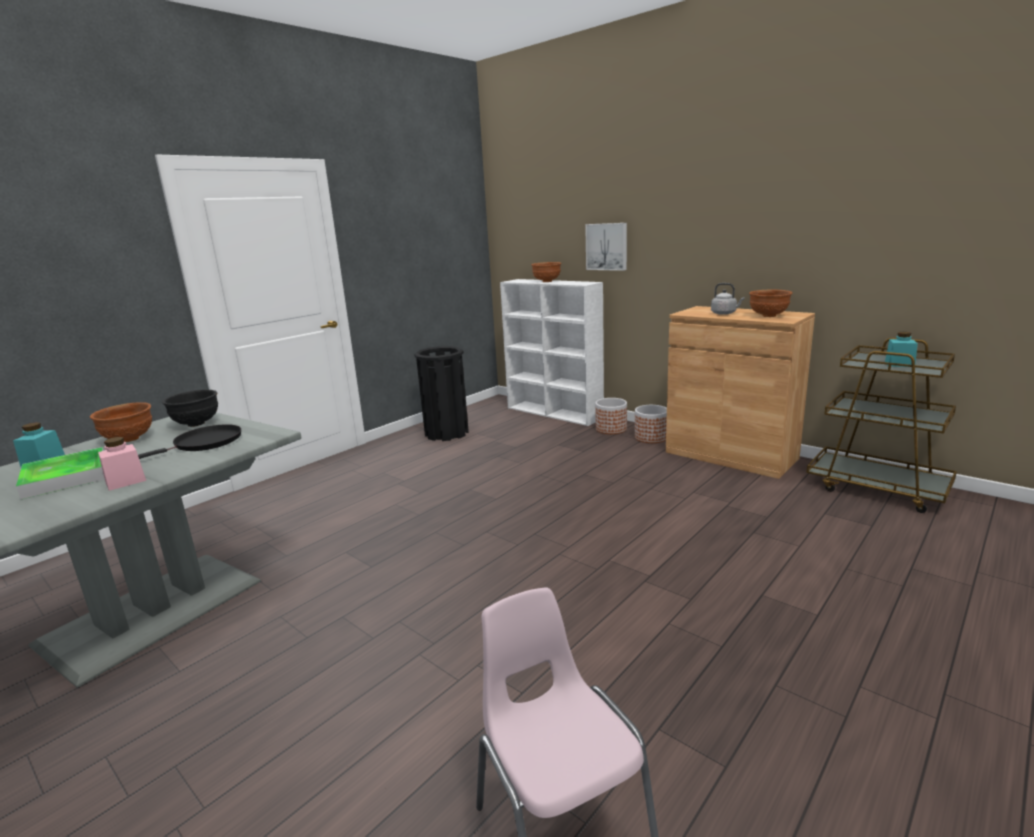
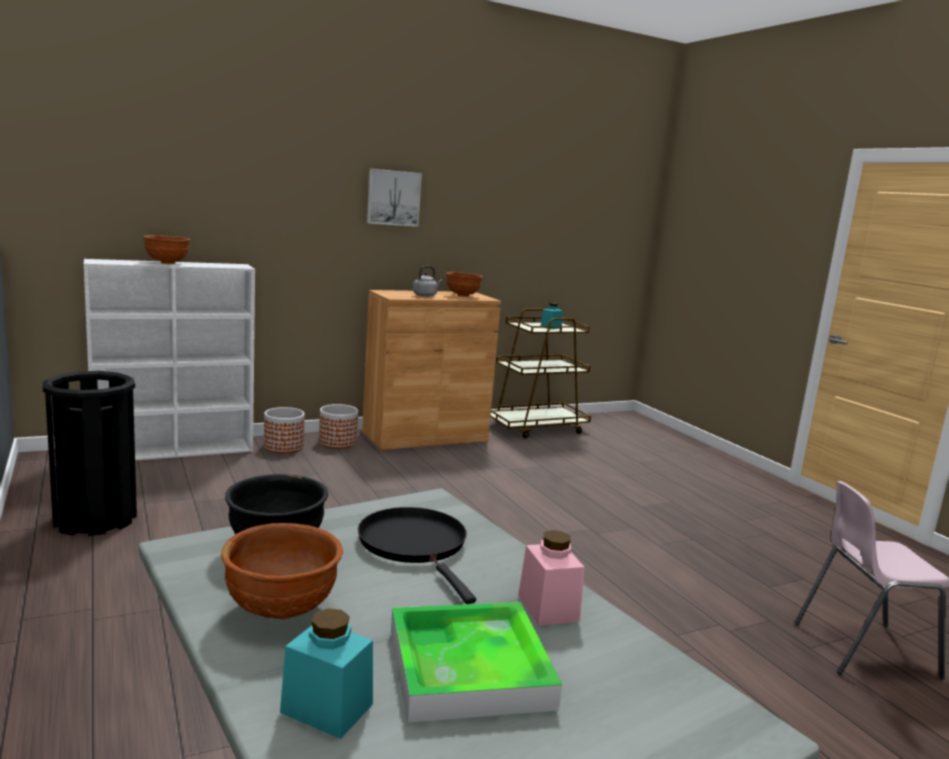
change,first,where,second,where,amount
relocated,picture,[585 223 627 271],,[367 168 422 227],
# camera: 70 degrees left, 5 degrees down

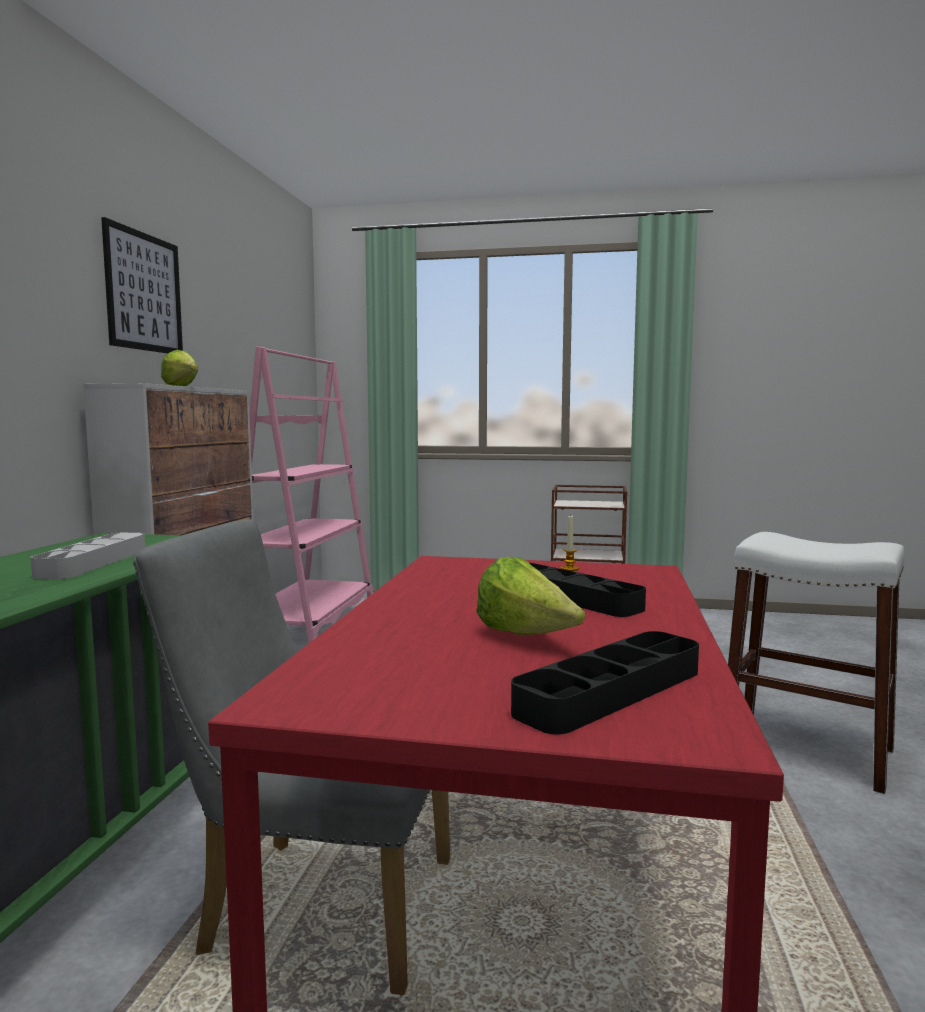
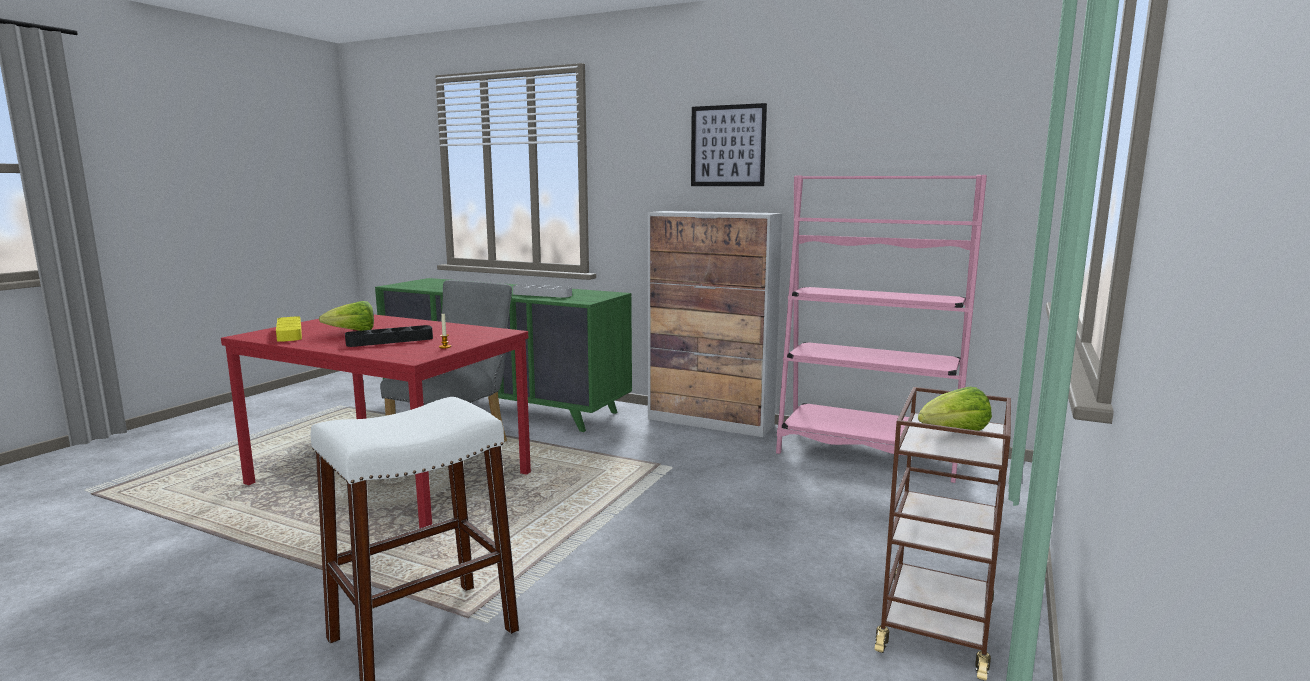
change,first,where,second,where,amount
colour,black tray,[511 631 699 734],yellow tray,[276 316 302 342],
relocated,lettuce,[161 350 198 386],,[918 387 992 431],
# camera: 105 degrees right, 5 degrees up

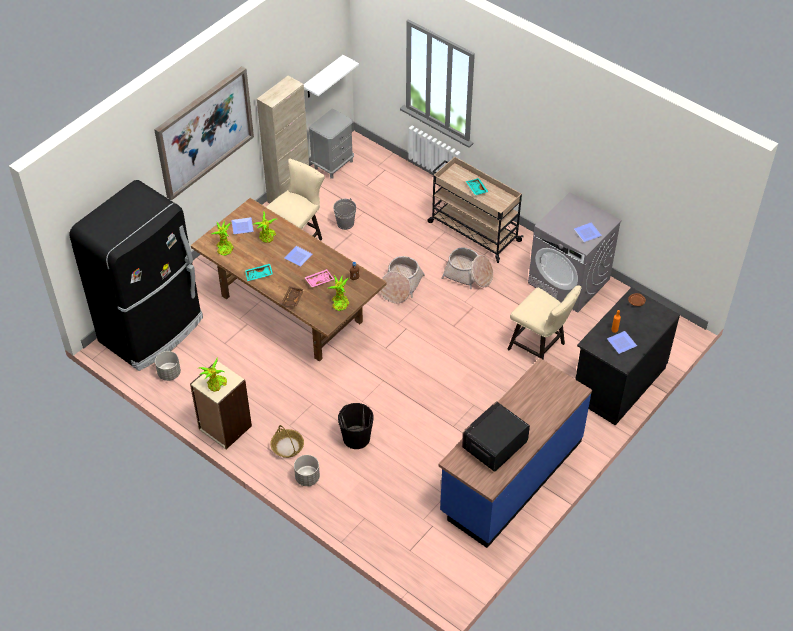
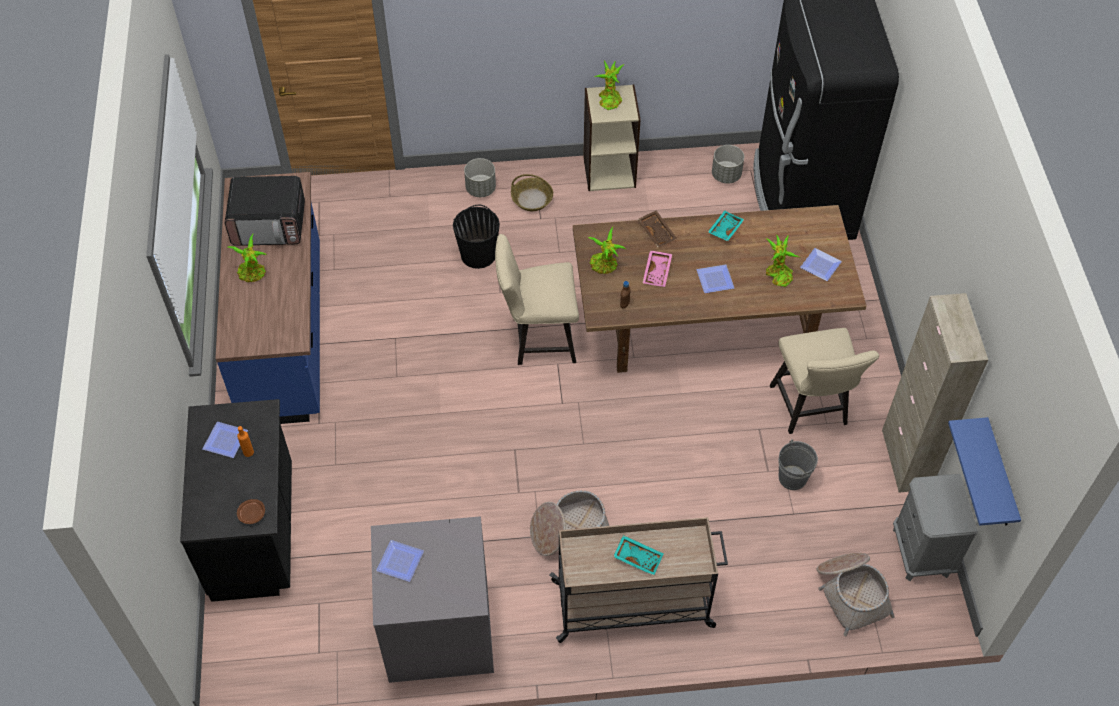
change,first,where,second,where,amount
spun,microwave,[462 401 530 472],,[225 176 305 246],90 degrees clockwise
relocated,potted plant,[211 221 234 256],,[228 233 267 282],
relocated,beige chair,[507 285 582 360],,[495 234 579 365],
relocated,basket,[380 256 425 303],,[817 553 895 637],
colour,white shelf,[304 55 359 98],blue shelf,[948 417 1021 526],
missing,picture,[154 66 254 201],,,
# camera: 135 degrees right, 5 degrees up

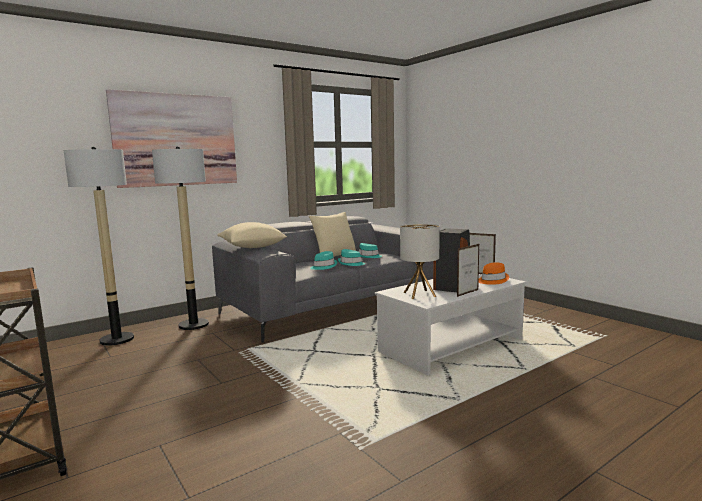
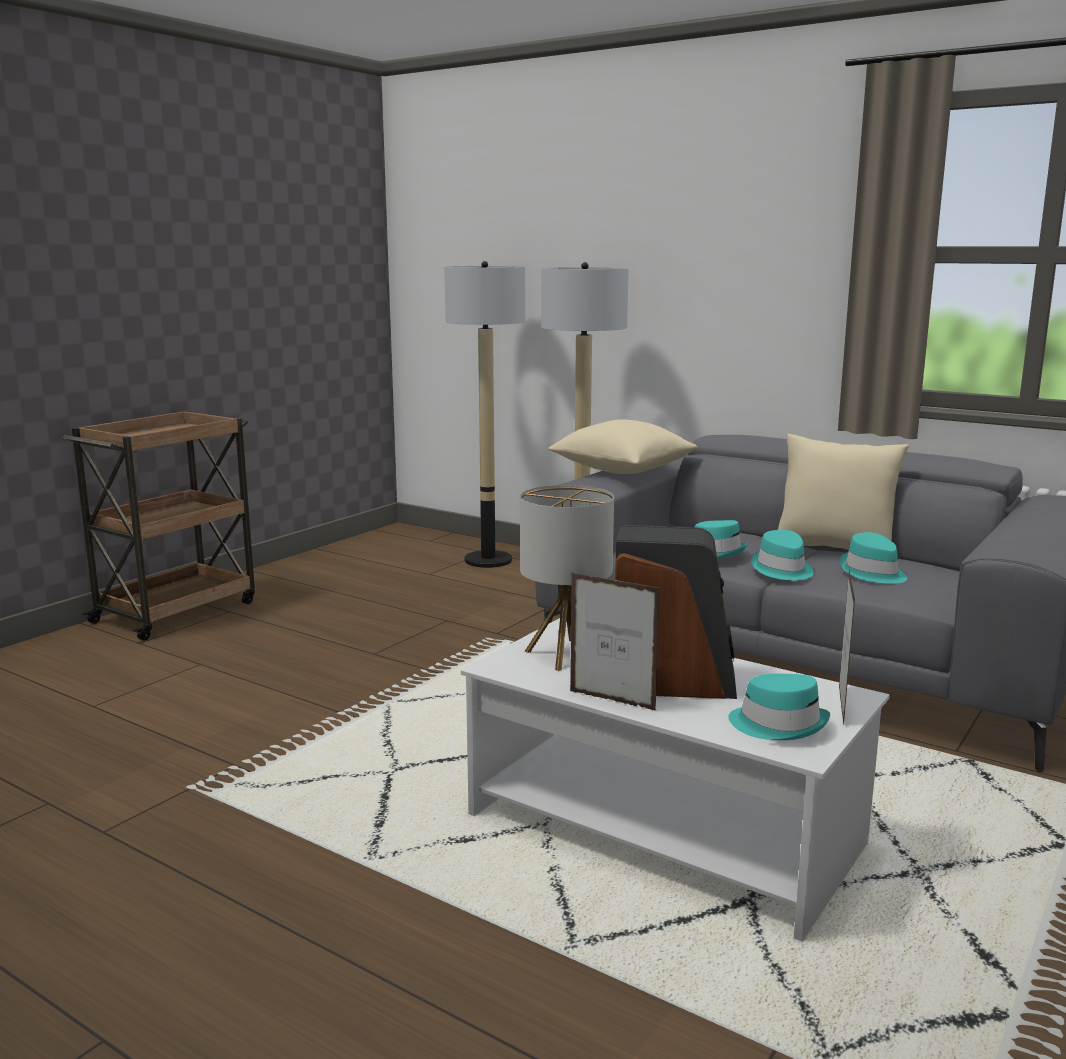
change,first,where,second,where,amount
colour,orange hat,[478 262 509 285],turquoise hat,[728 673 830 740],
missing,picture,[106 89 237 188],,,
# camera: 70 degrees right, 5 degrees up

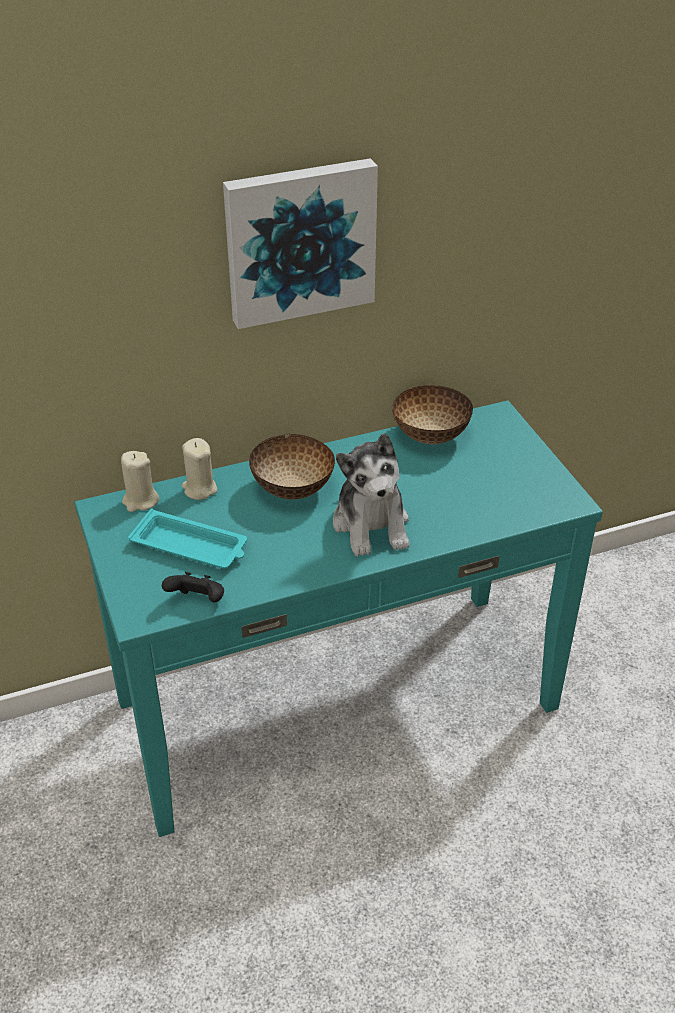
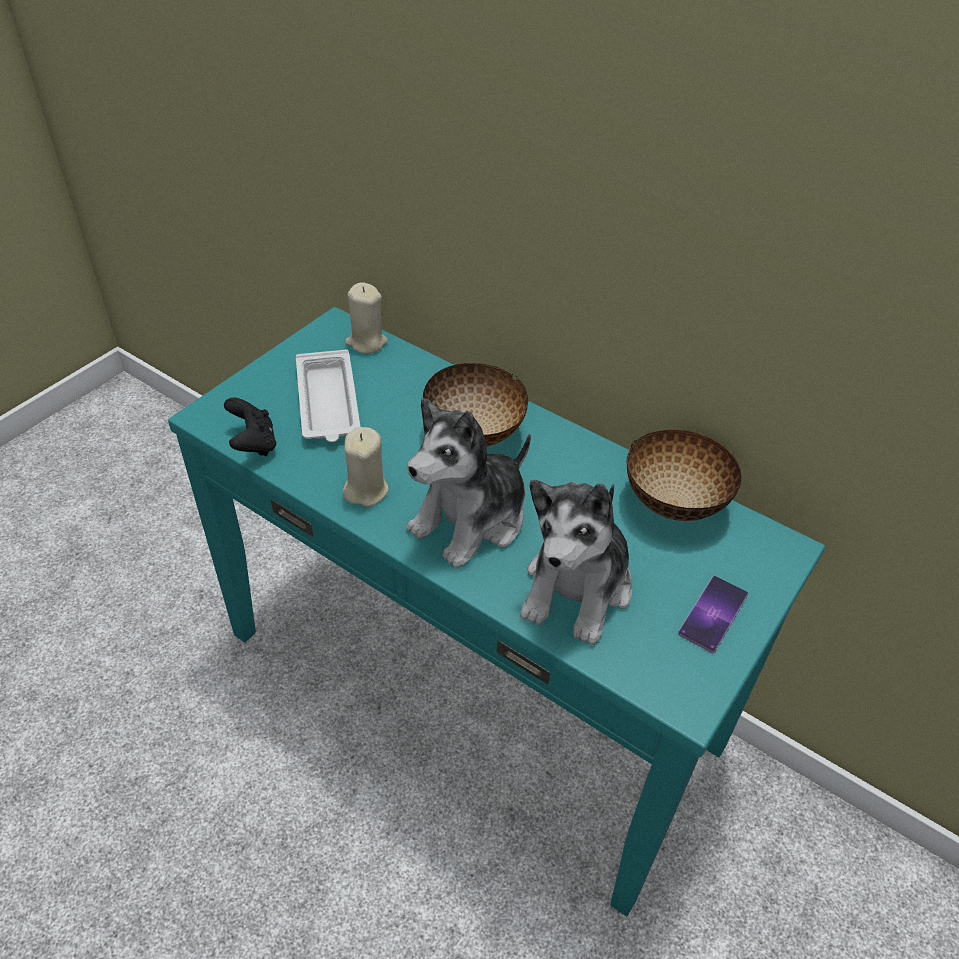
change,first,where,second,where,amount
colour,turquoise tray,[128 509 247 569],white tray,[296 350 360 442],
relocated,beige candle,[181 438 217 500],,[343 427 389 507],
appeared,,,plush toy,[520 480 632 645],
appeared,,,phone,[678 576 748 653],
missing,picture,[223 158 378 329],,,
# camera: 55 degrees right, 5 degrees up

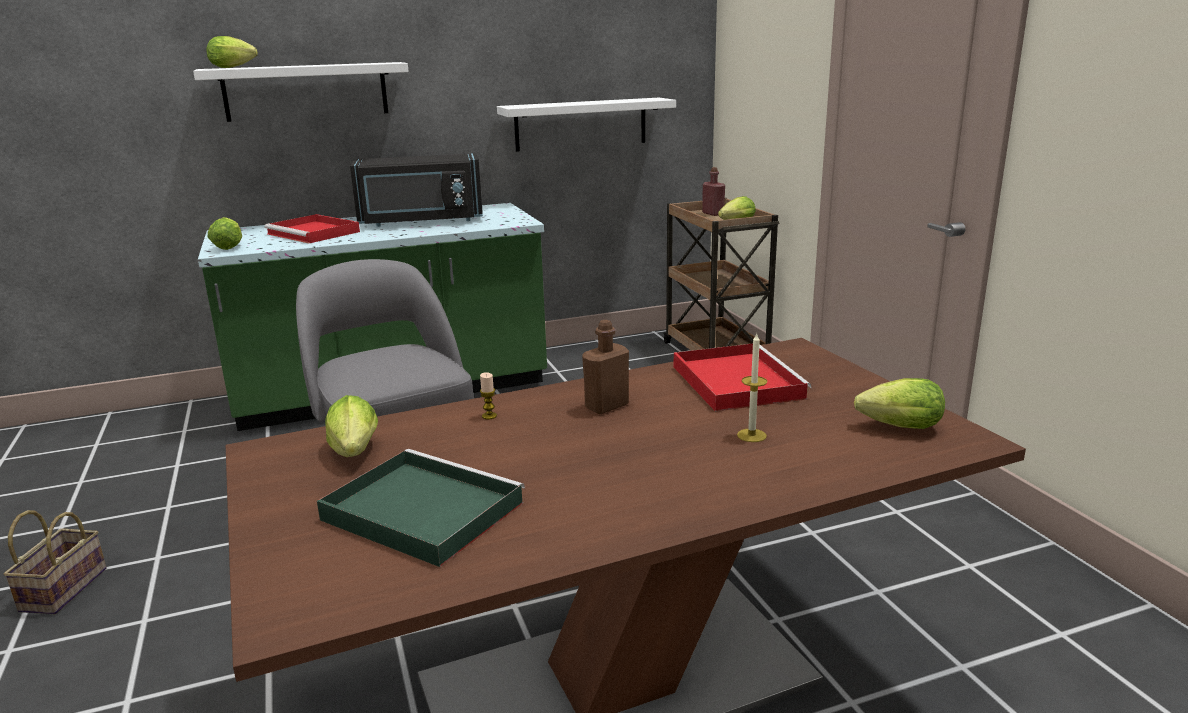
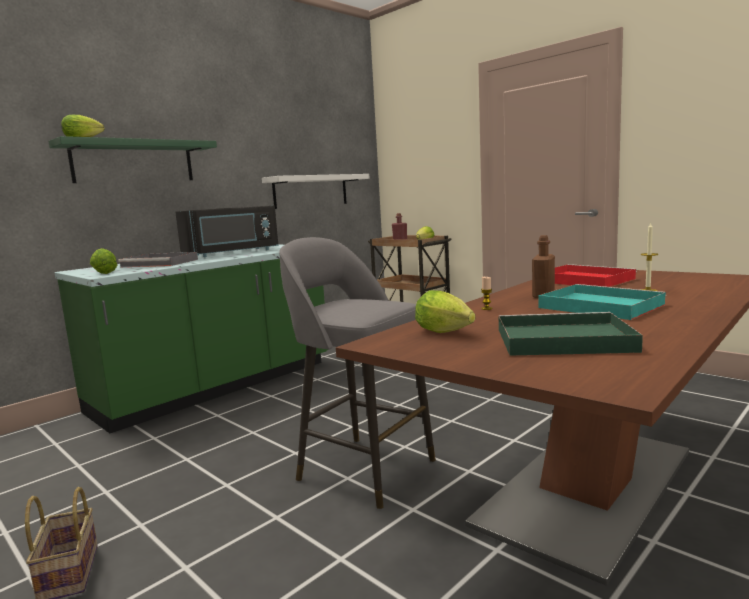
change,first,where,second,where,amount
colour,white shelf,[193 62 409 122],green shelf,[49 136 217 183],
colour,red tray,[264 214 360 243],grey tray,[118 252 198 267],
appeared,,,turquoise tray,[538 284 666 320],
missing,lettuce,[854 378 945 429],,,
# camera: 25 degrees left, 10 degrees down

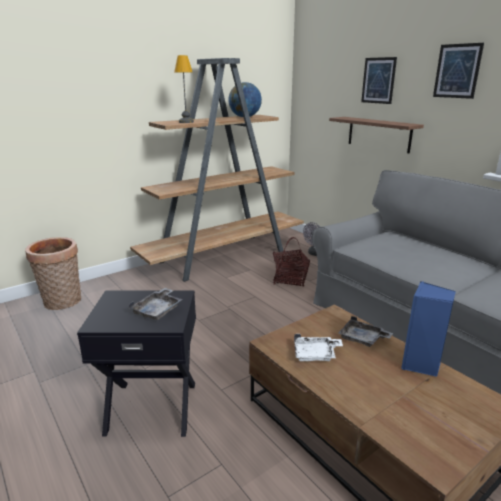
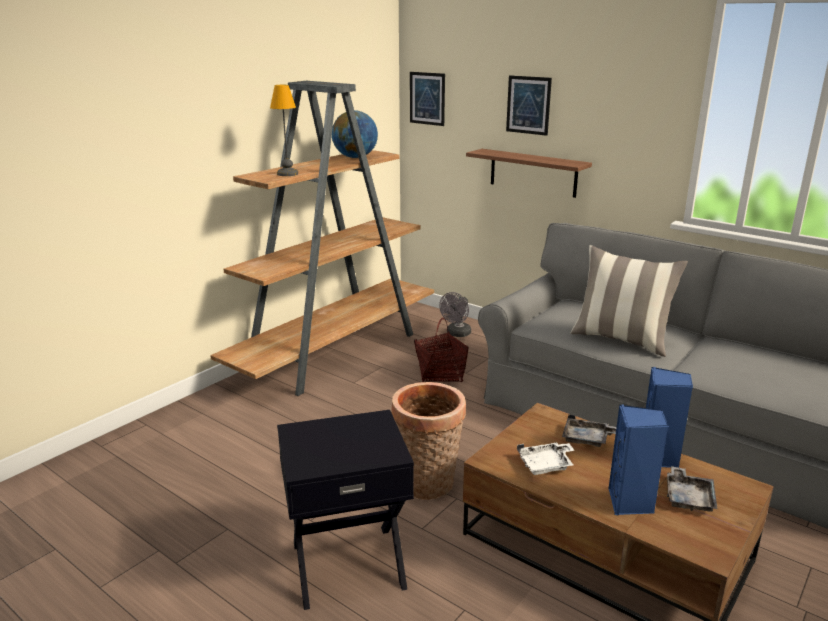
change,first,where,second,where,amount
relocated,basket,[25 237 81 310],,[391 382 466 500],
relocated,picture,[433 43 484 99],,[410 72 445 126],
appeared,,,pillow,[570 245 688 357],
appeared,,,blue speaker,[609 404 669 516],
relocated,grey tray,[128 288 183 320],,[667 466 717 511],
# camera: 15 degrees left, 0 degrees up

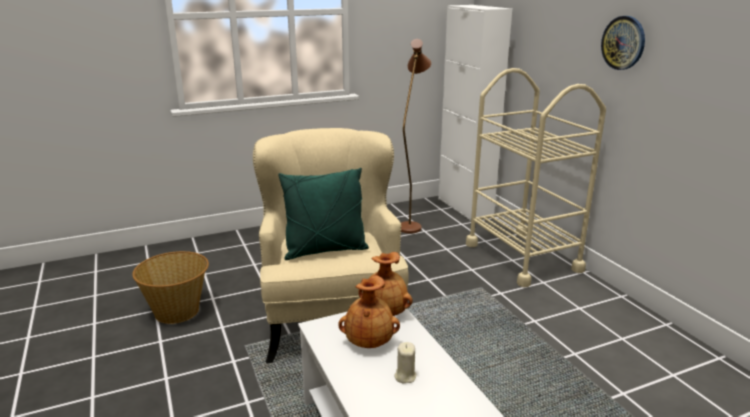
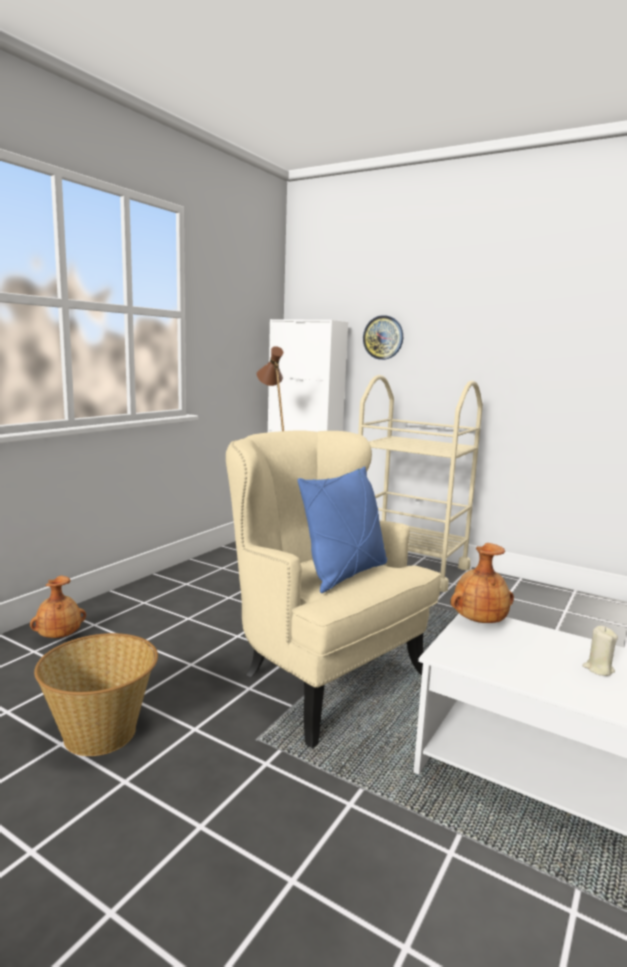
change,first,where,second,where,amount
relocated,brown vase,[339 275 400 348],,[30 576 86 638],
colour,green pillow,[278 168 369 260],blue pillow,[298 466 387 593],
relocated,wall clock,[601 16 645 70],,[363 315 403 360],
# camera: 35 degrees left, 10 degrees down

